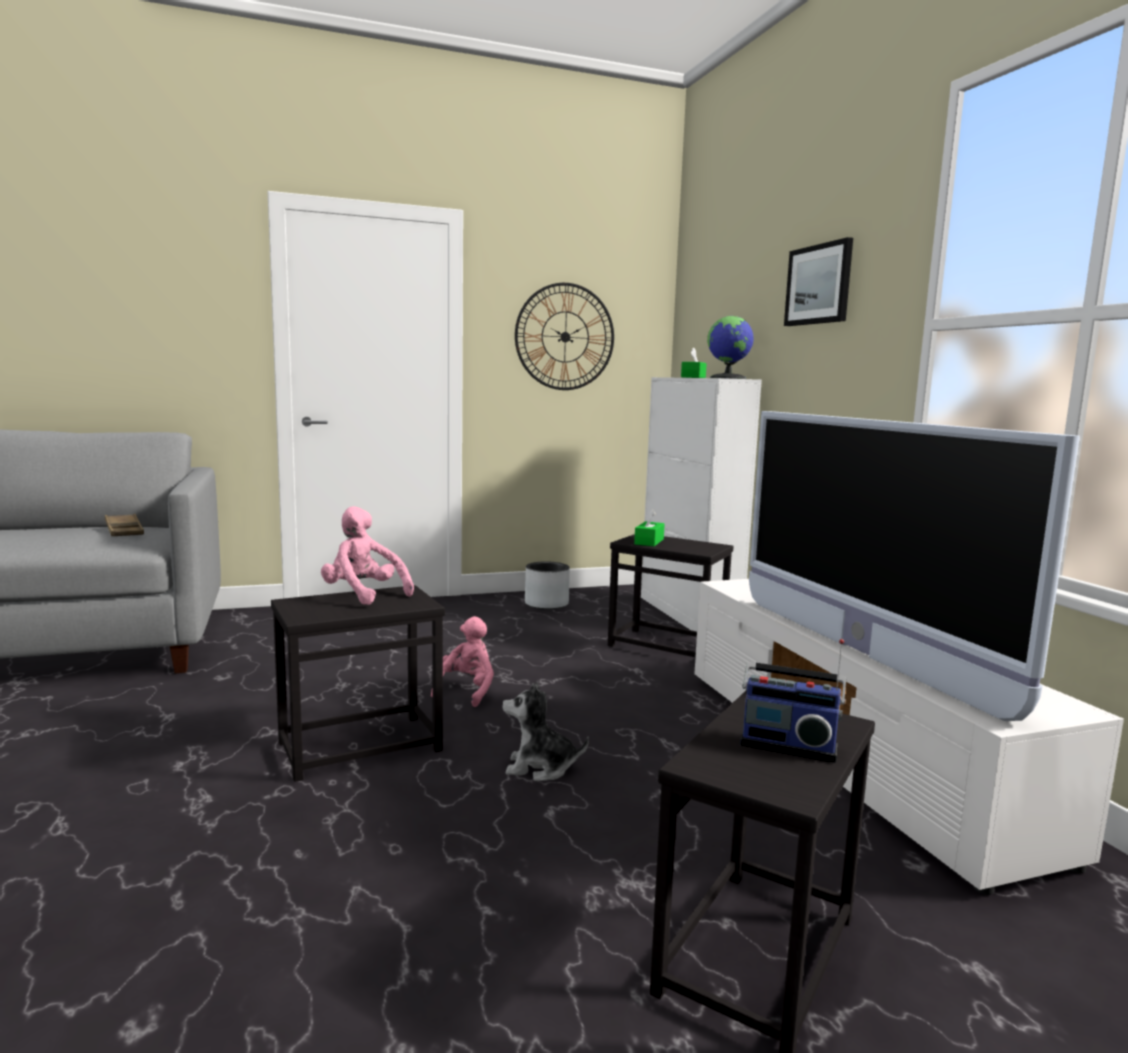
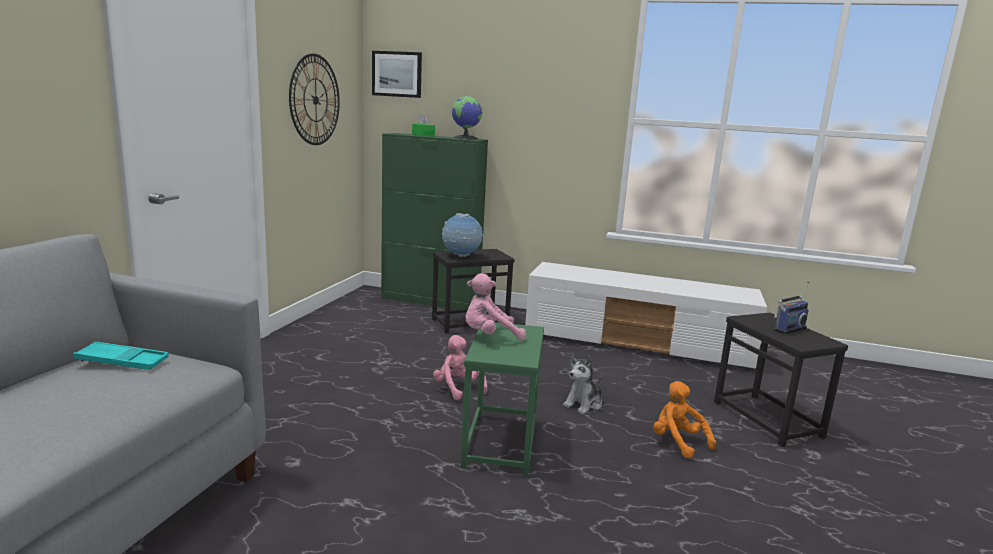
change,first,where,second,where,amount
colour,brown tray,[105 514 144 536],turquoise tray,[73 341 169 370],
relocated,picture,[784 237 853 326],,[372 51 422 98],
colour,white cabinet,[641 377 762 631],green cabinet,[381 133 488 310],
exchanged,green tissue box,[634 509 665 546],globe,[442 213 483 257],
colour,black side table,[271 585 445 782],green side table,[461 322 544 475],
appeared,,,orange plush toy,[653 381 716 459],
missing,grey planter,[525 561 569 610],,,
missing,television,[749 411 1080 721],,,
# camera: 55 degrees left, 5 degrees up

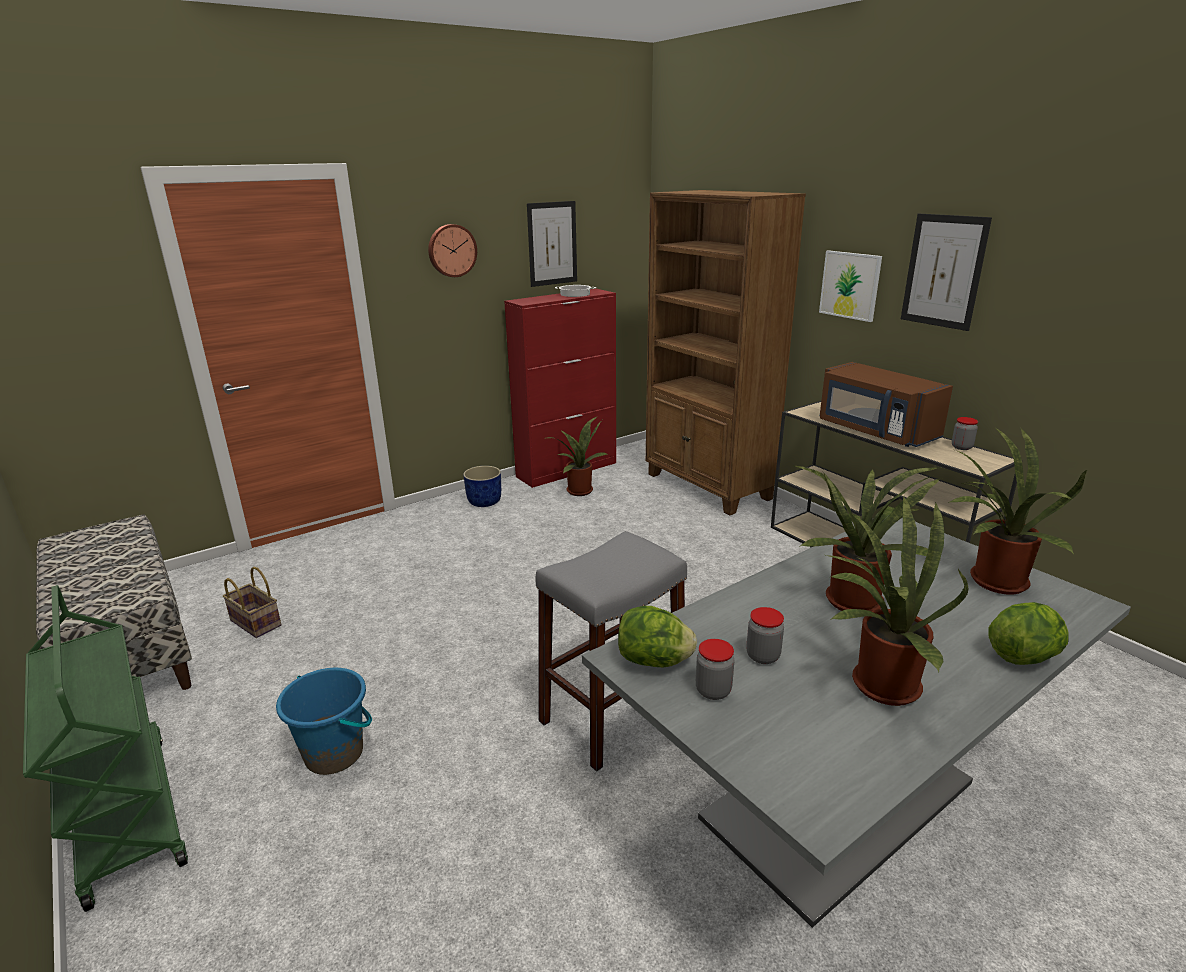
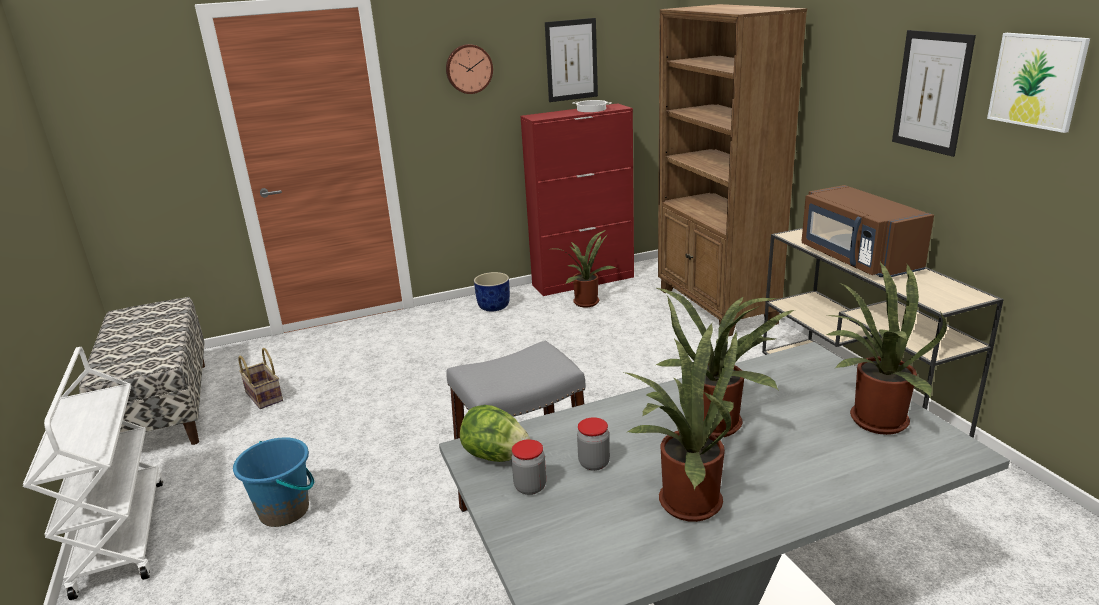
change,first,where,second,where,amount
colour,green cart,[23 585 188 912],white cart,[23 347 163 600],
relocated,picture,[819 250 882 322],,[987 33 1090 133],
missing,jar,[952 417 978 450],,,
missing,lettuce,[988 602 1069 665],,,
# camera: 15 degrees right, 0 degrees up

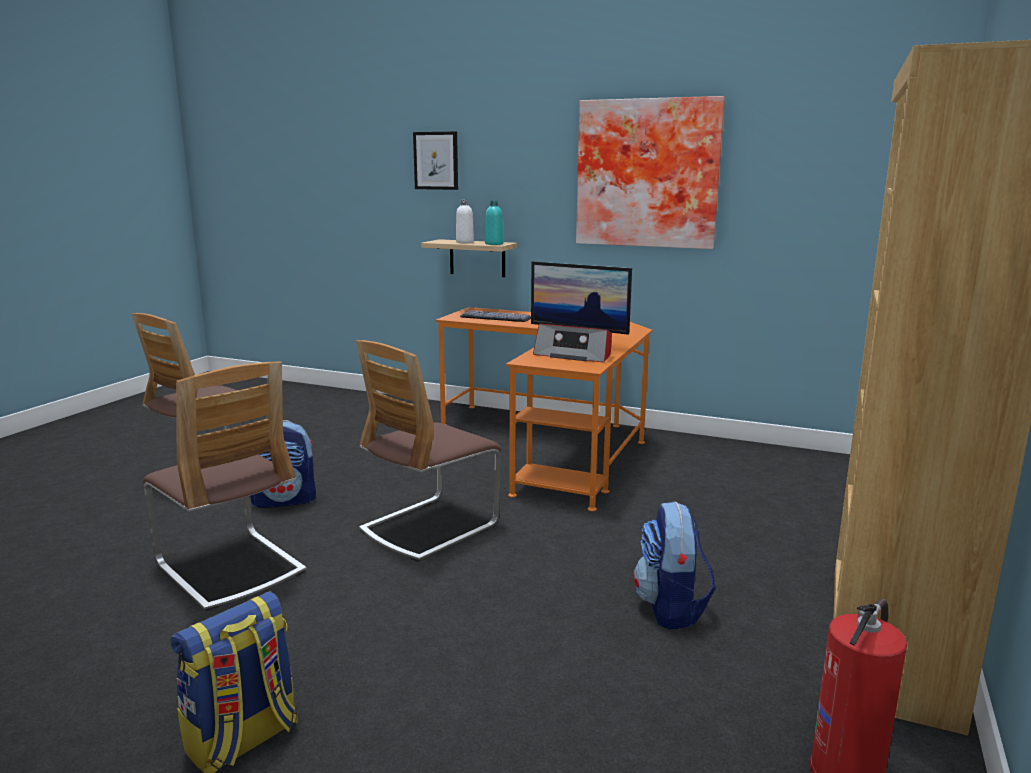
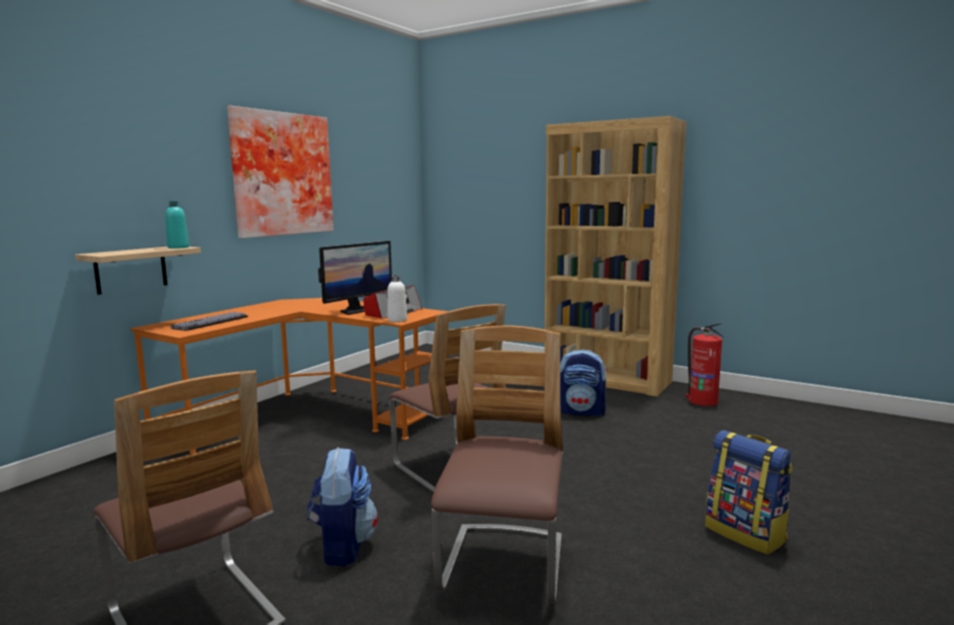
change,first,where,second,where,amount
relocated,white bottle,[456 200 474 243],,[387 275 407 322],
spun,chair,[142 361 307 611],,[431 325 563 604],45 degrees counterclockwise
missing,picture,[413 132 458 190],,,
# camera: 80 degrees left, 5 degrees down

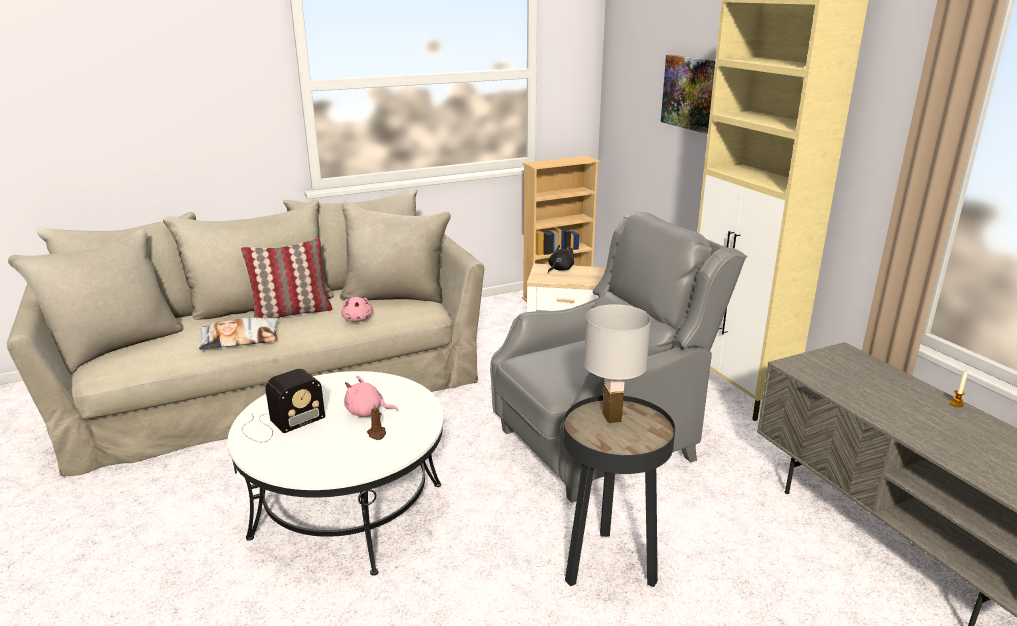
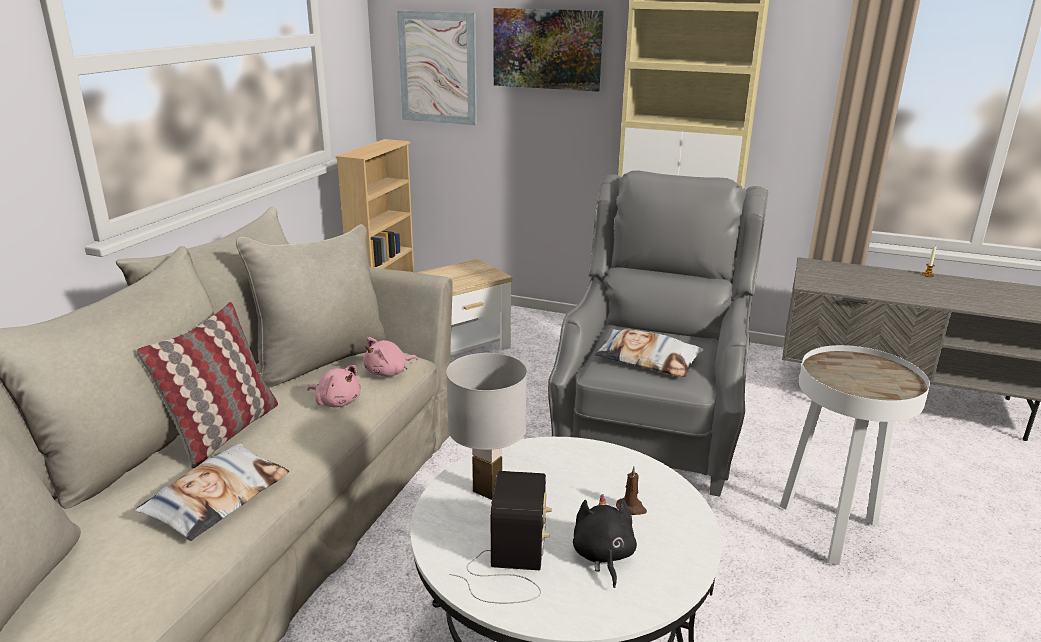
change,first,where,second,where,amount
relocated,pink plush toy,[344 376 398 417],,[363 337 418 376],
appeared,,,picture,[397 11 477 125],
relocated,white table lamp,[584 304 651 423],,[446 353 527 500],
relocated,black plush toy,[548 245 574 273],,[573 494 637 588],
appeared,,,pillow,[595 329 704 377],
colour,black side table,[563 395 675 587],white side table,[780 345 930 565],
# camera: 45 degrees left, 0 degrees up

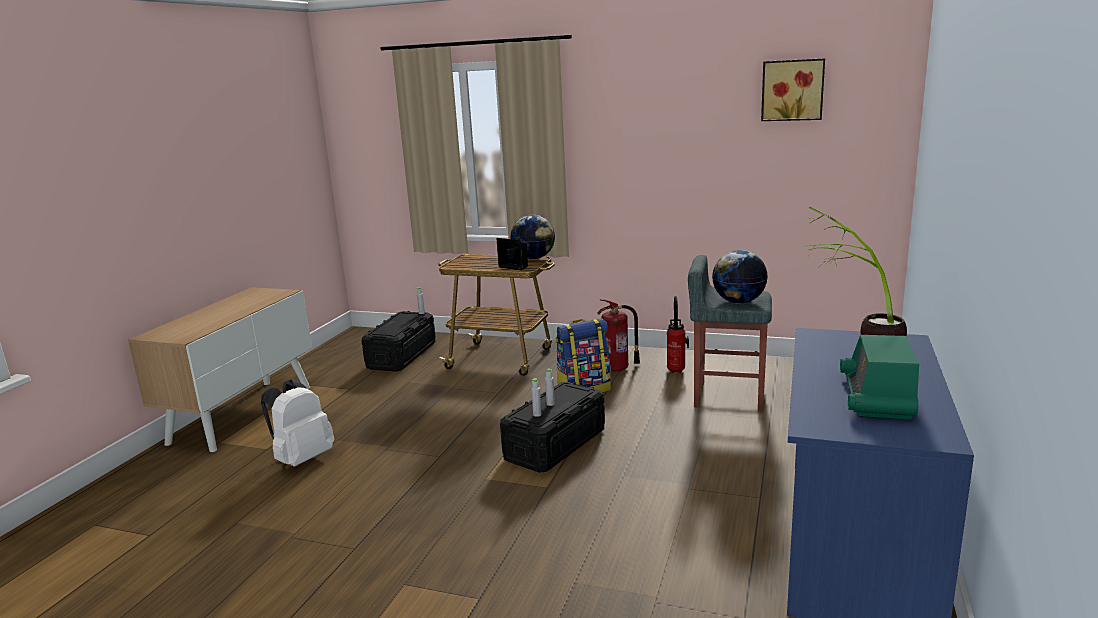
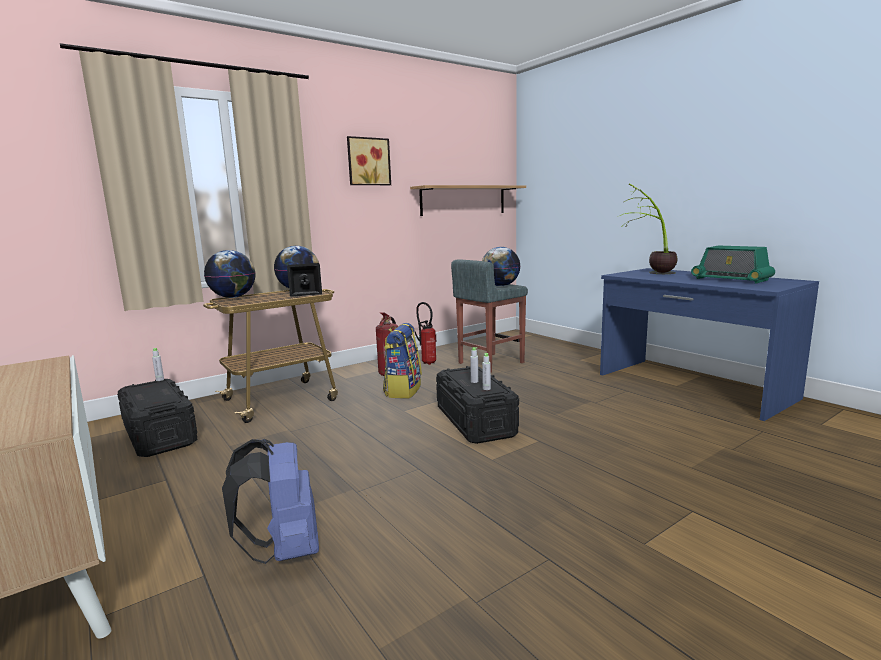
change,first,where,second,where,amount
appeared,,,globe,[204 250 255 298],
colour,white backpack,[261 379 334 467],blue backpack,[222 439 319 564],
relocated,picture,[761 58 825 121],,[347 136 391 185],
appeared,,,shelf,[410 185 526 216],
# camera: 55 degrees left, 5 degrees down

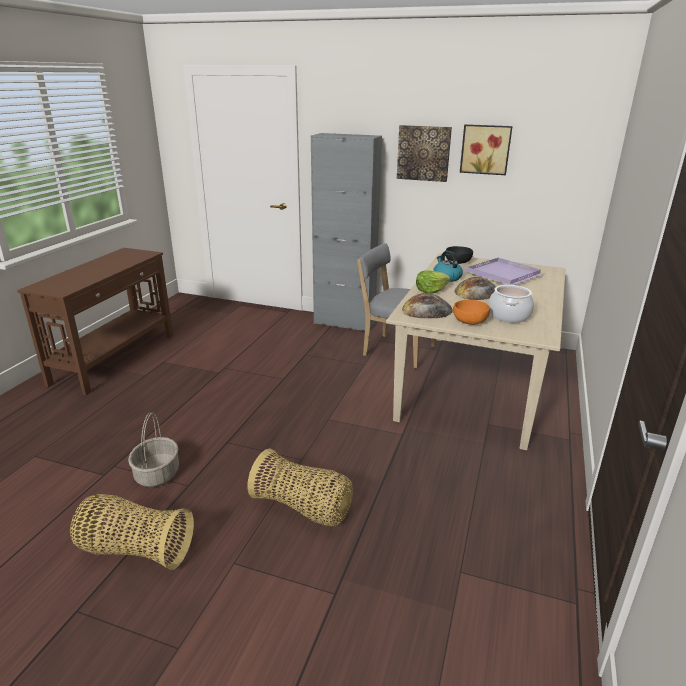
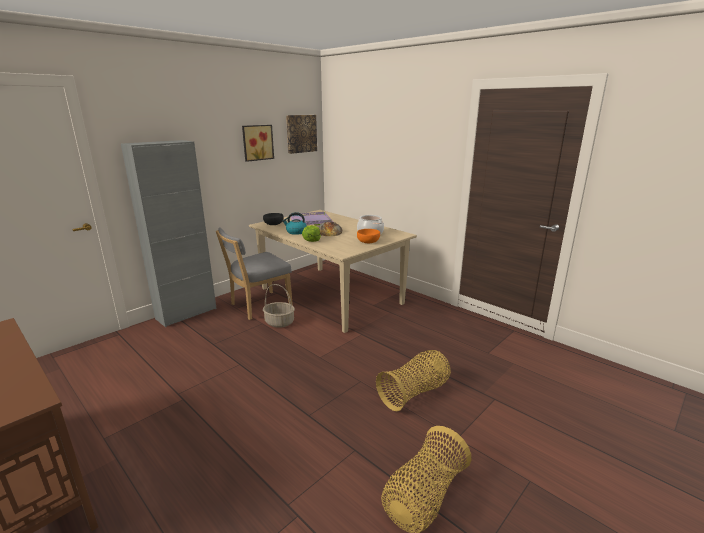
change,first,where,second,where,amount
relocated,basket,[128 413 179 487],,[263 284 295 328],
relocated,picture,[397 125 452 182],,[286 115 317 154],
missing,bread,[402 293 453 318],,,
# camera: 65 degrees left, 5 degrees down

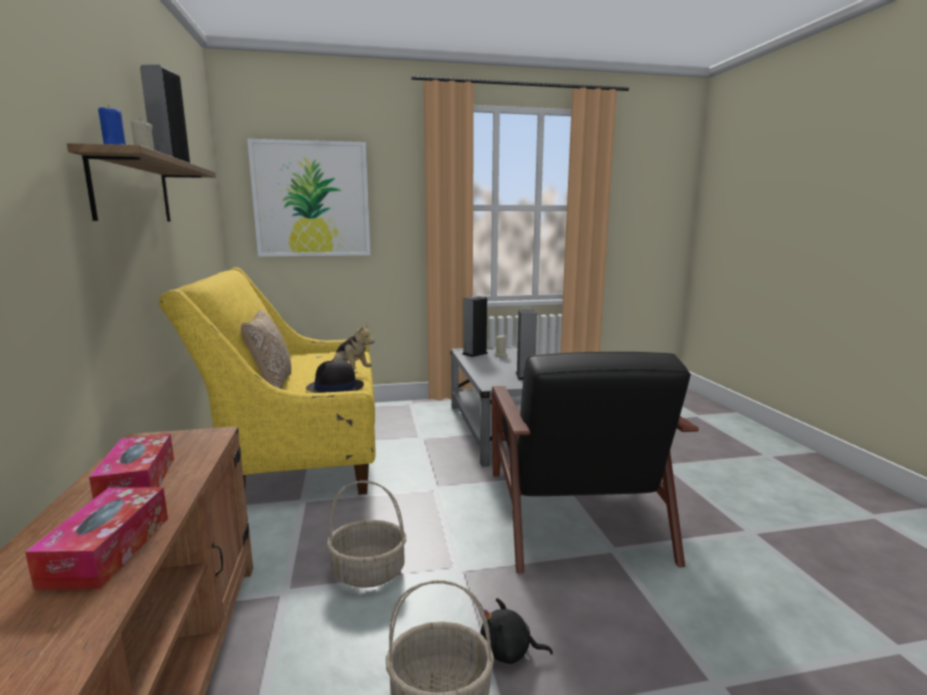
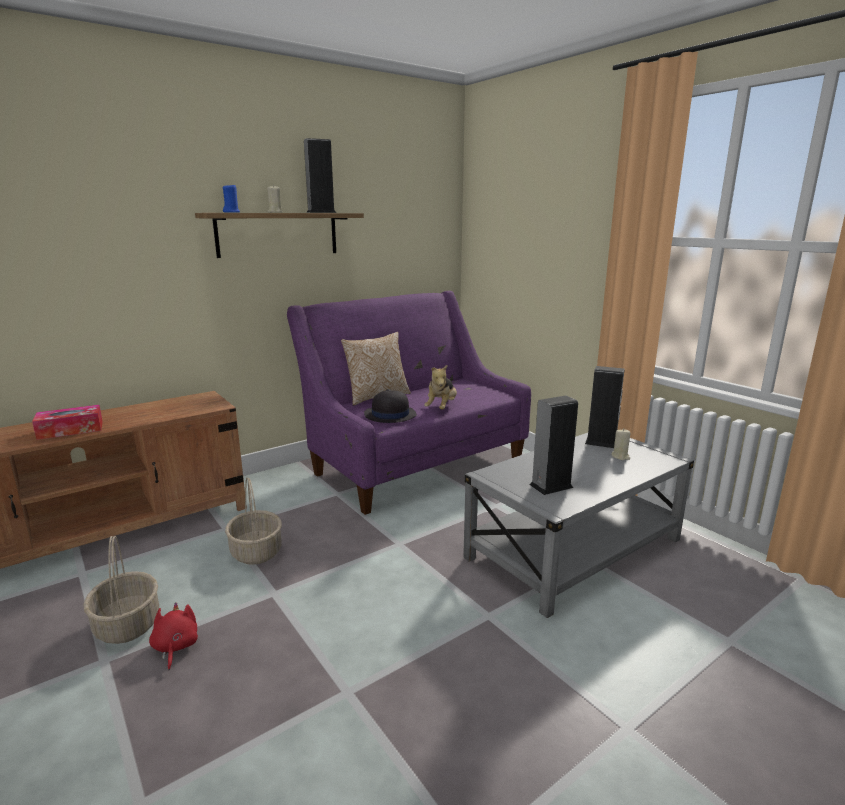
change,first,where,second,where,amount
colour,black plush toy,[480 598 553 664],red plush toy,[149 602 198 670],
colour,yellow sofa,[158 267 376 495],purple sofa,[287 291 531 515],
missing,tissue box,[89 433 174 499],,,
missing,picture,[247 139 371 257],,,
missing,black armchair,[492 352 699 573],,,
# camera: 65 degrees right, 5 degrees up

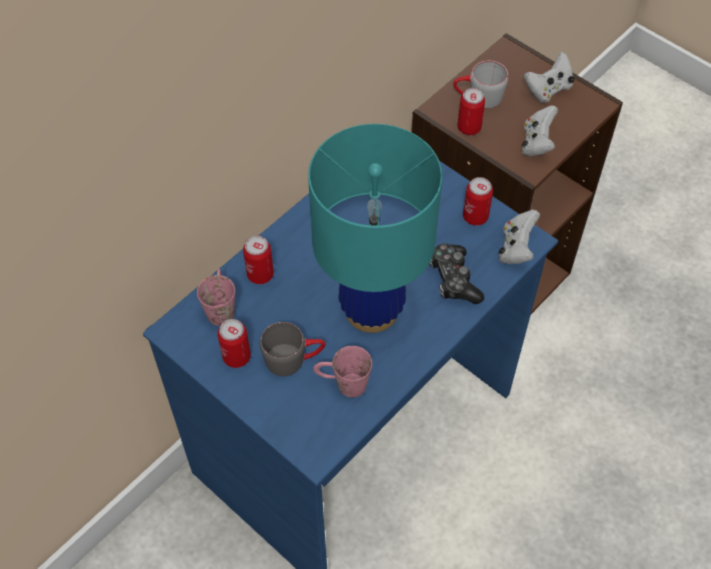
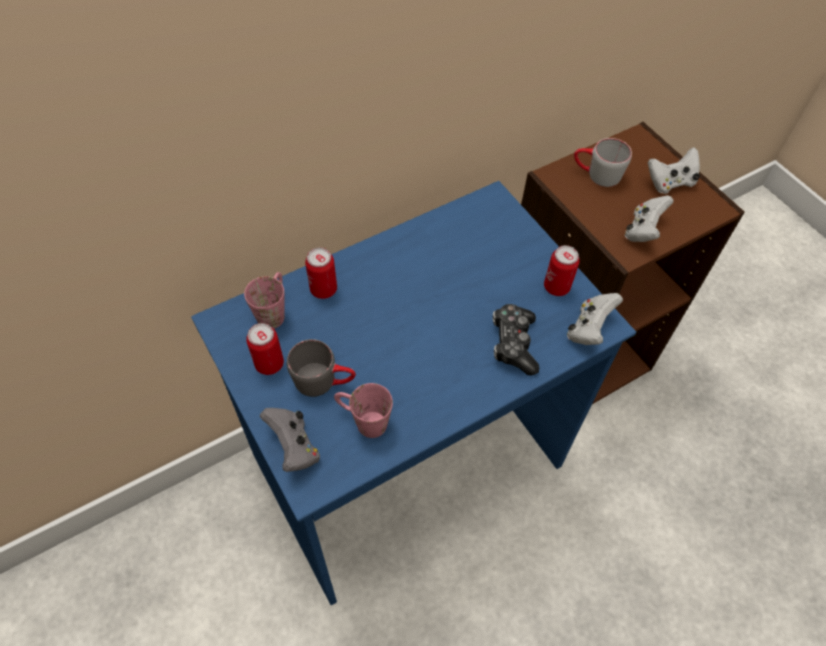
change,first,where,second,where,amount
appeared,,,grey game controller,[260 408 320 472],
missing,turquoise table lamp,[308 124 442 333],,,
missing,can,[457 88 485 135],,,
# camera: 15 degrees right, 0 degrees up

